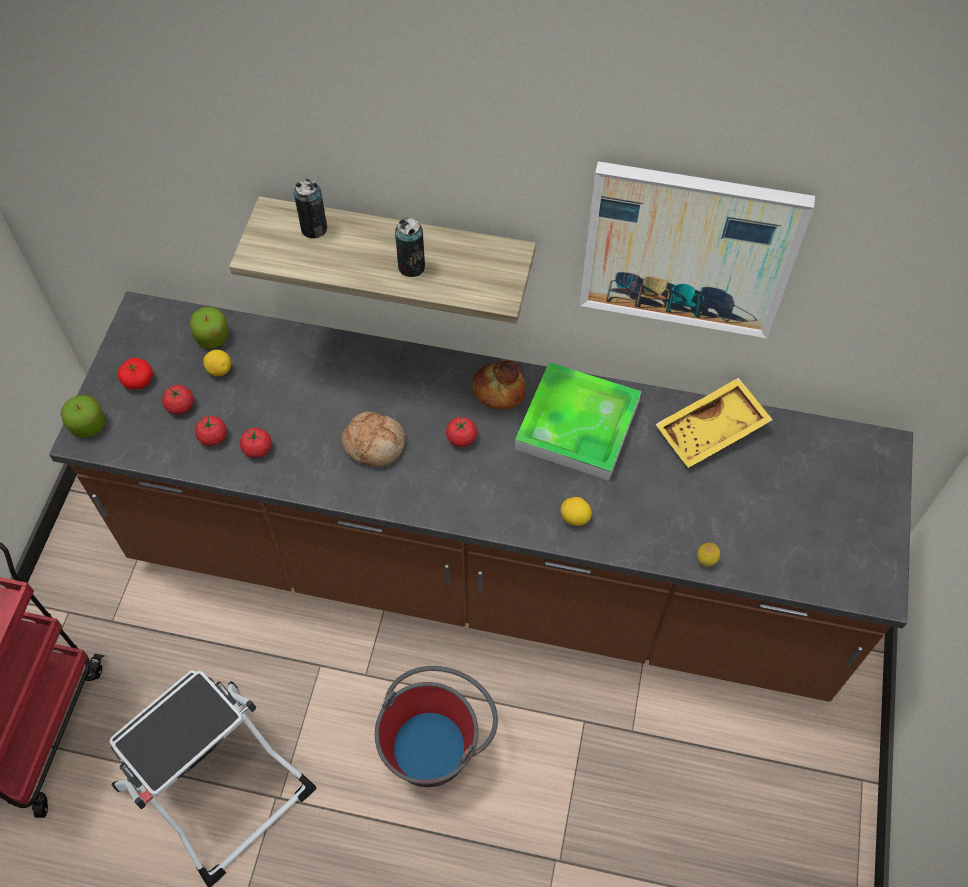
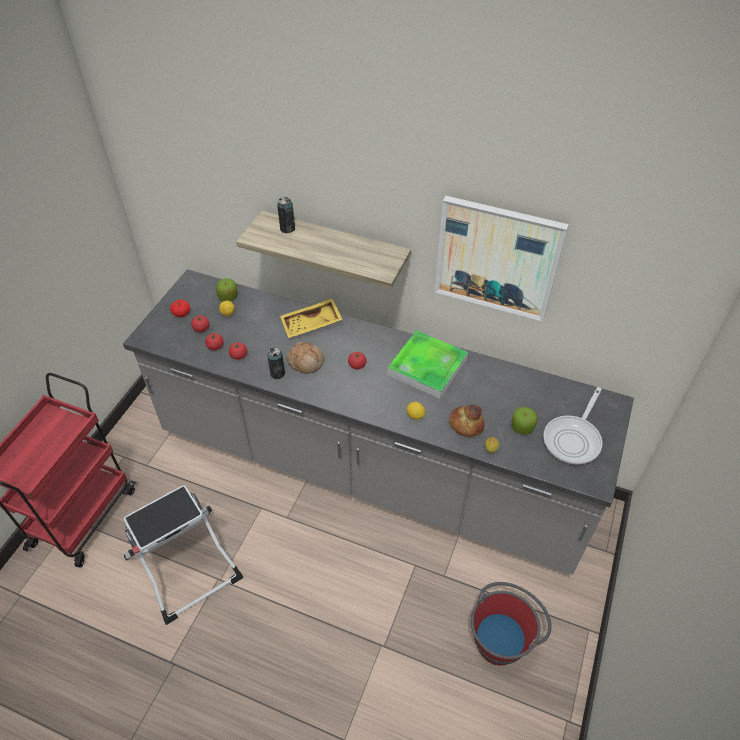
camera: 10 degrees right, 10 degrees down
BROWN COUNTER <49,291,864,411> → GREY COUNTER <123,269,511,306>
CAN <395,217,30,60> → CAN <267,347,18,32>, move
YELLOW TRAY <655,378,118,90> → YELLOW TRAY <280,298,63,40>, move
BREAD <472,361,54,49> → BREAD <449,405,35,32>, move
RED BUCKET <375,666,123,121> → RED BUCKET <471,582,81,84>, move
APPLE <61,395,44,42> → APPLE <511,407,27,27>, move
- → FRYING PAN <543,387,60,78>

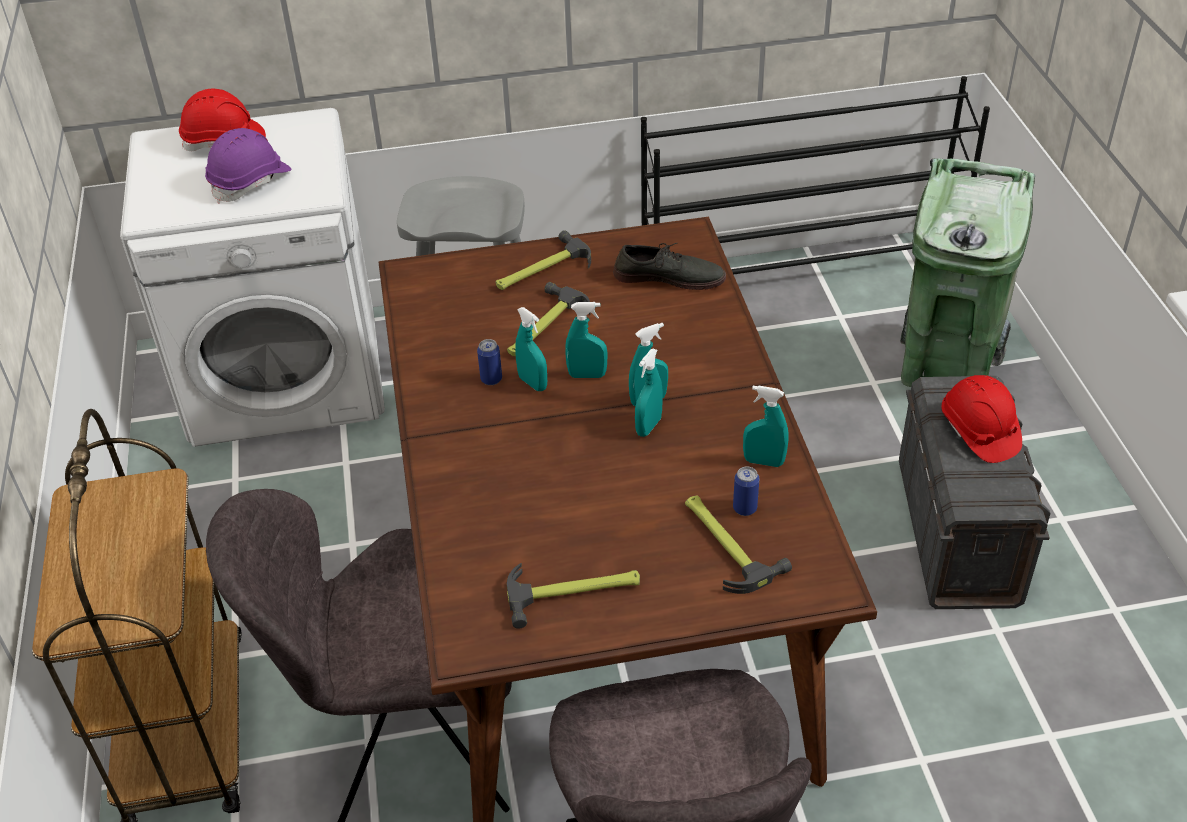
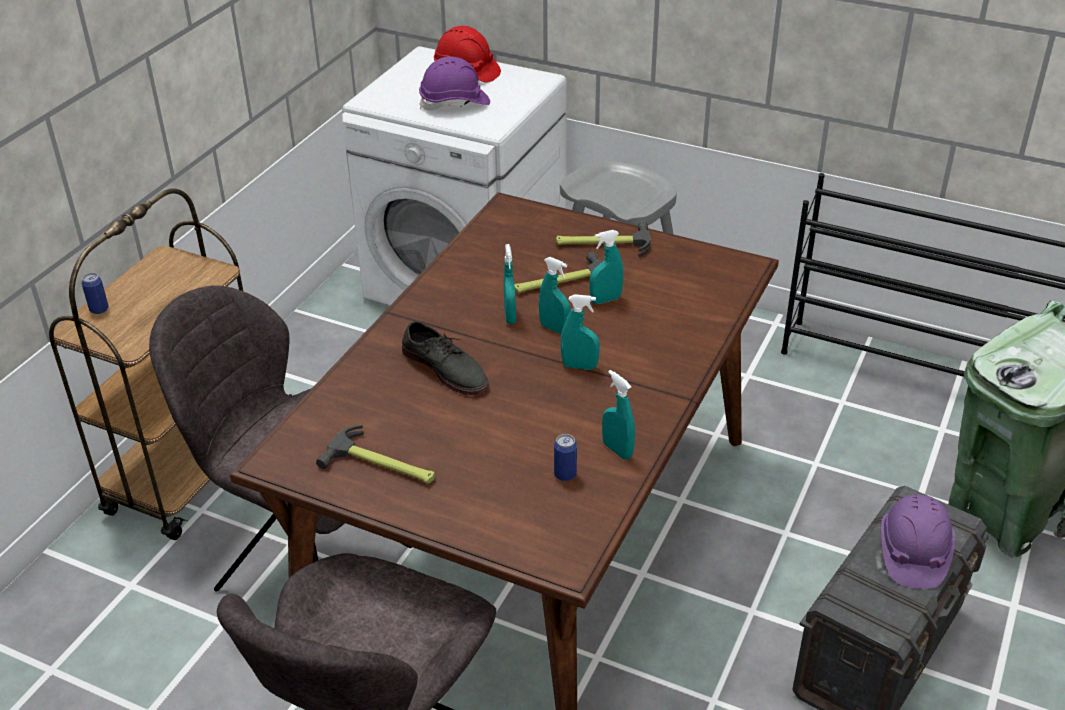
camera: 35 degrees right, 5 degrees down
CAN <477,339,25,46> → CAN <81,273,28,41>, move
GREY SHOE <613,243,113,47> → GREY SHOE <402,321,87,74>, move
TURQUOISE SPRAY BOTTLE <635,349,28,88> → TURQUOISE SPRAY BOTTLE <589,230,34,74>, move
RED HARD HAT <941,375,81,88> → PURPLE HARD HAT <881,495,74,94>
HAMMER <685,495,107,99> → -

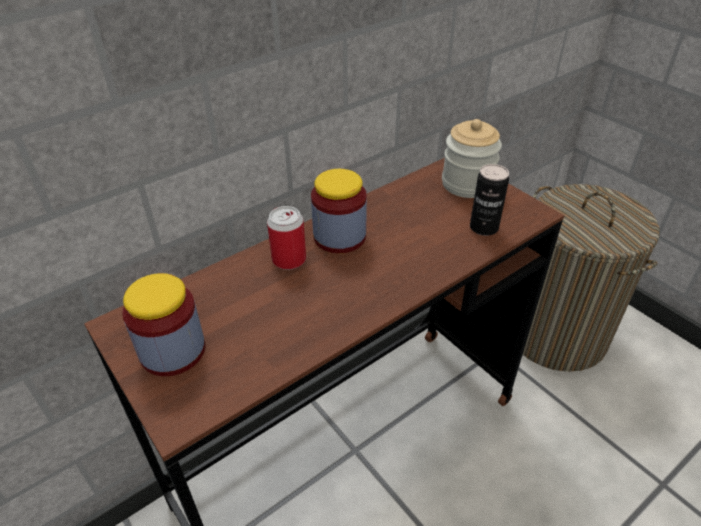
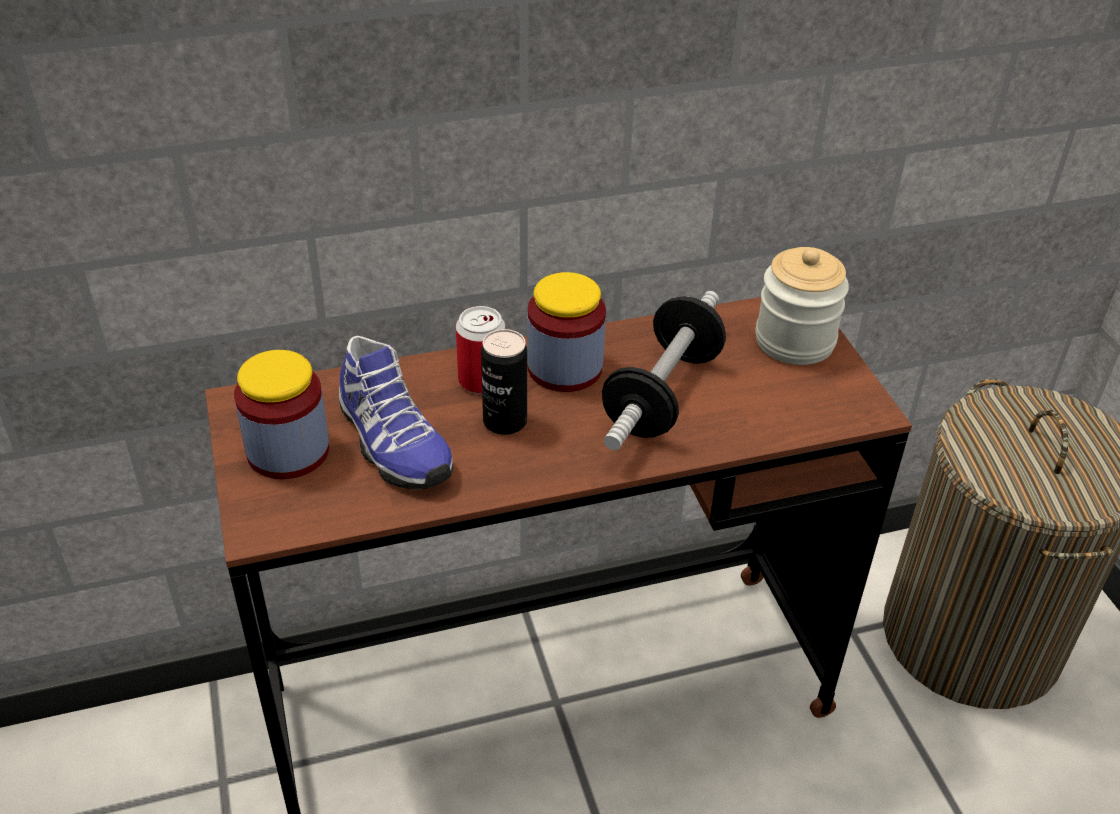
camera: 20 degrees right, 0 degrees up
- → SHOE <339,336,114,153>
CAN <470,164,39,72> → CAN <481,329,46,106>, move
- → DUMBBELL <602,291,124,159>

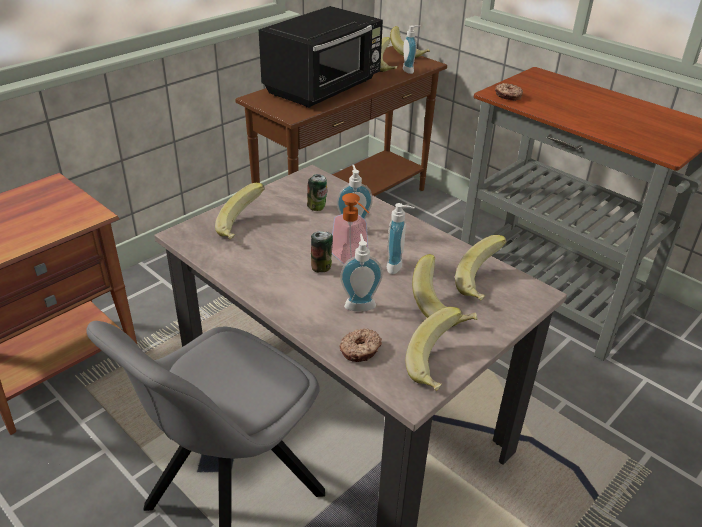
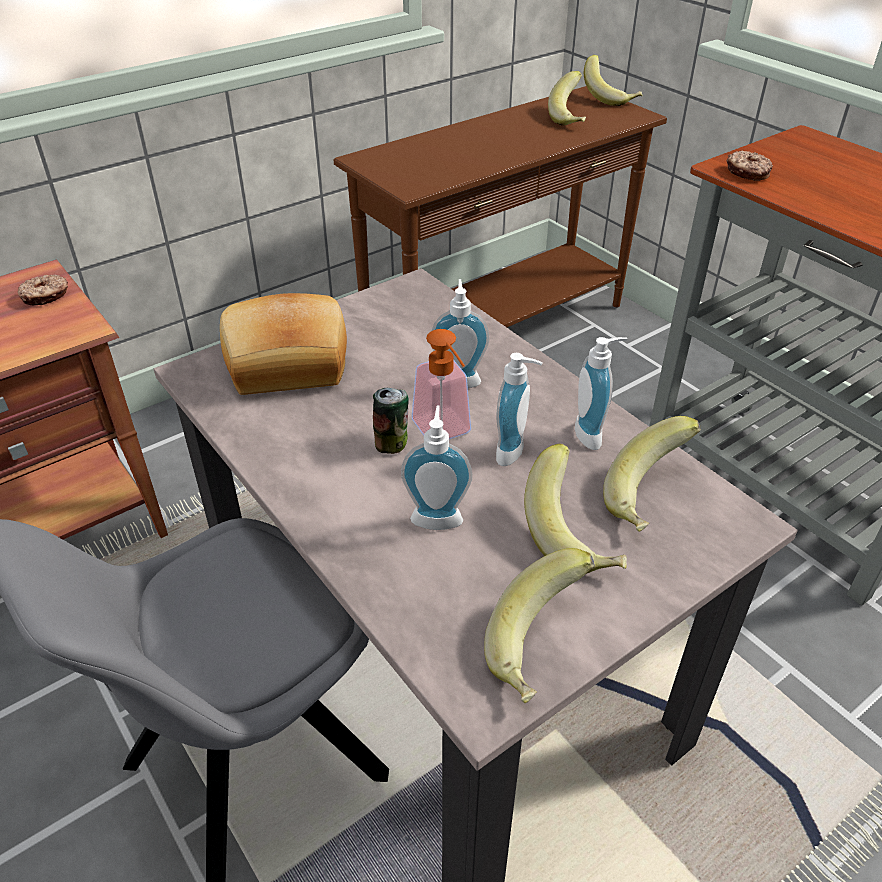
camera: 10 degrees right, 5 degrees up
DONUT <339,329,43,33> → DONUT <17,275,51,30>, move
BANANA <215,183,50,56> → BREAD <220,293,127,102>
SOAP DISPENSER <403,25,17,49> → SOAP DISPENSER <575,337,52,113>, move
BLACK MICROWAVE <259,6,124,102> → -
CAN <307,174,20,37> → -

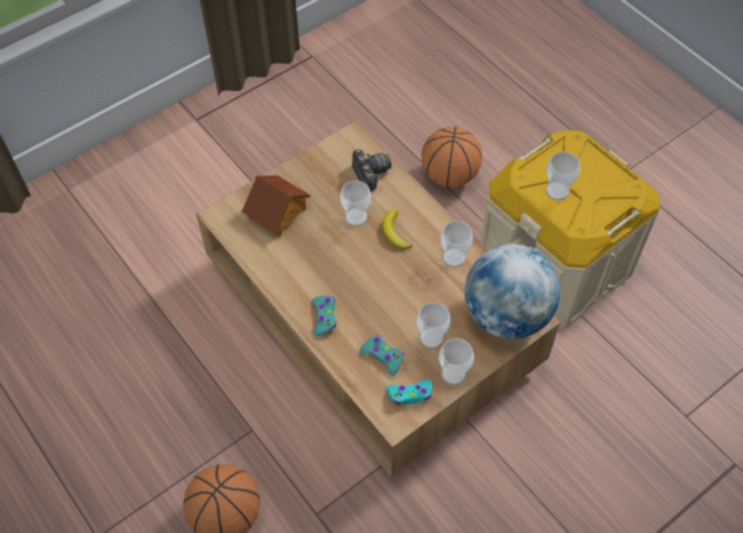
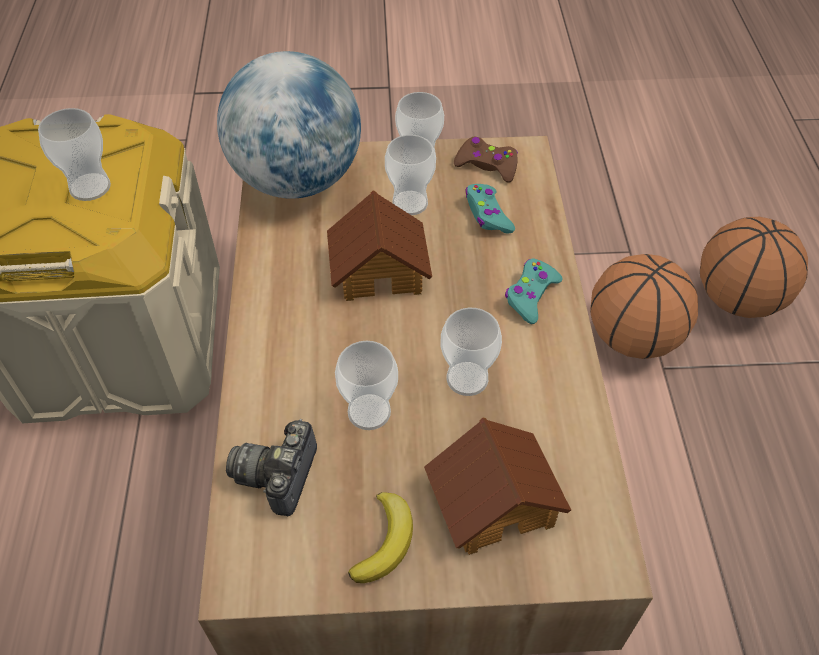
camera: 145 degrees left, 5 degrees down
- → TOY HOUSE <327,190,105,111>
BANANA <382,209,30,40> → BANANA <348,492,65,91>, move
CUP <440,221,33,46> → CUP <440,308,62,88>, move
TURQUOISE GAME CONTROLLER <386,379,46,26> → BROWN GAME CONTROLLER <454,137,64,46>
BASKETBALL <421,127,61,60> → BASKETBALL <590,254,108,105>, move

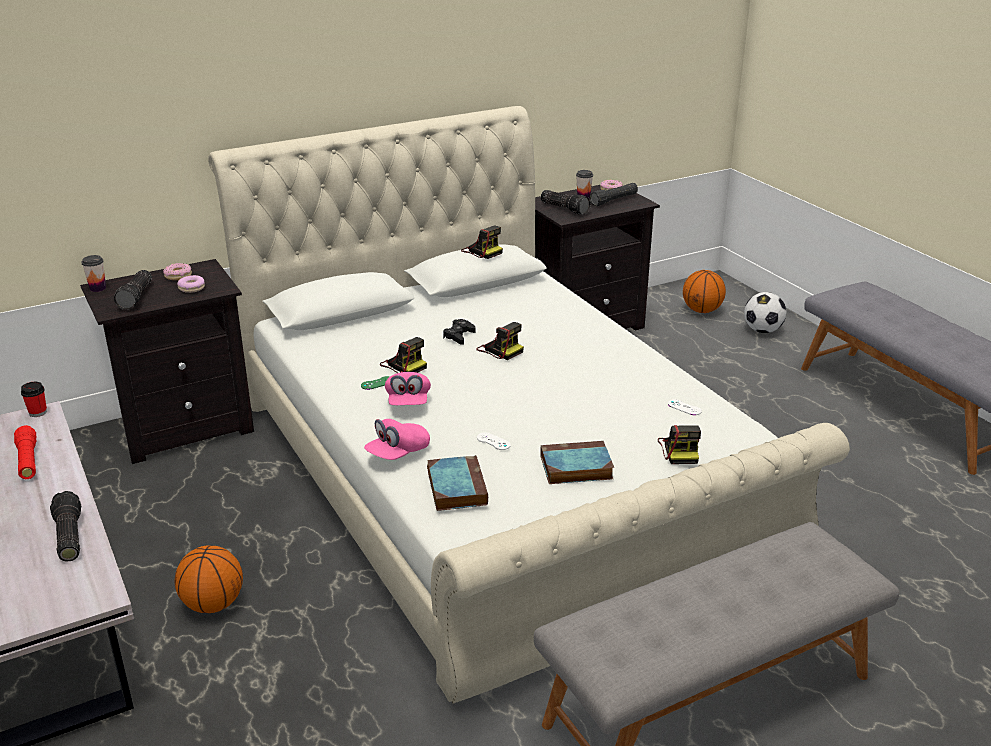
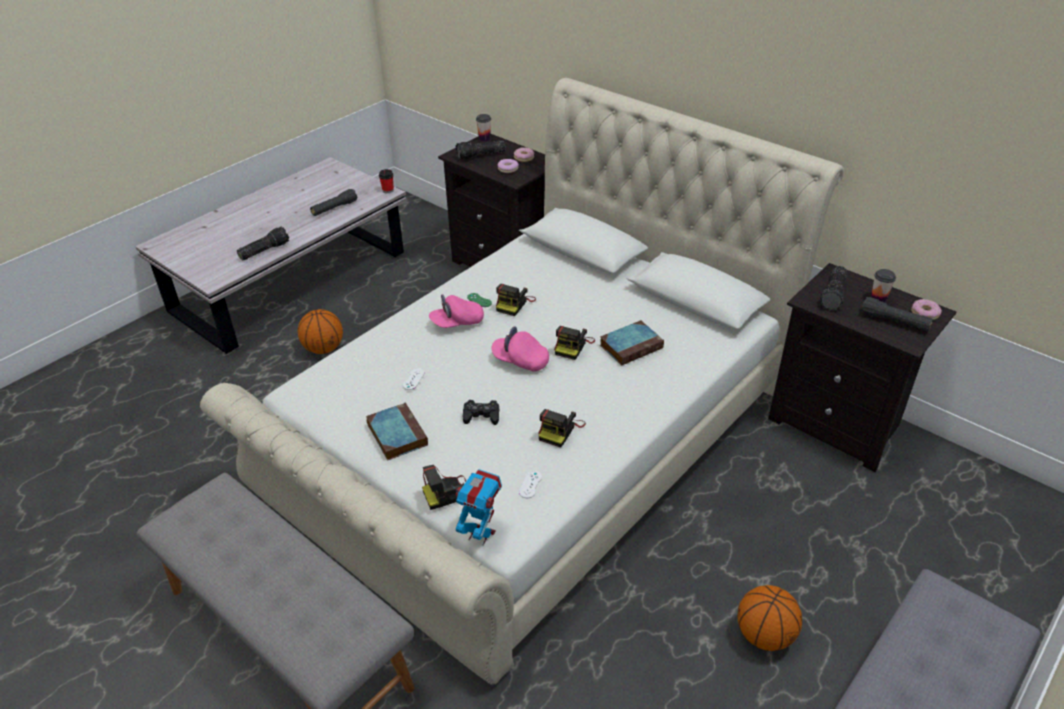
camera: 70 degrees right, 10 degrees up
RED FLASHLIGHT <14,425,22,54> → BLACK FLASHLIGHT <310,189,47,27>
- → TOY ROBOT <451,469,51,76>
BLACK GAME CONTROLLER <443,319,32,26> → BLACK GAME CONTROLLER <463,400,36,25>, move
PINK CAP <364,419,66,41> → PINK CAP <492,326,57,46>, move
PHOTO CAMERA <461,225,42,34> → PHOTO CAMERA <538,409,48,39>, move
BOOK <427,455,61,56> → BOOK <600,320,64,46>, move
BASKETBALL <683,270,43,43> → BASKETBALL <737,585,65,66>, move
FOOTBALL <744,292,42,41> → -

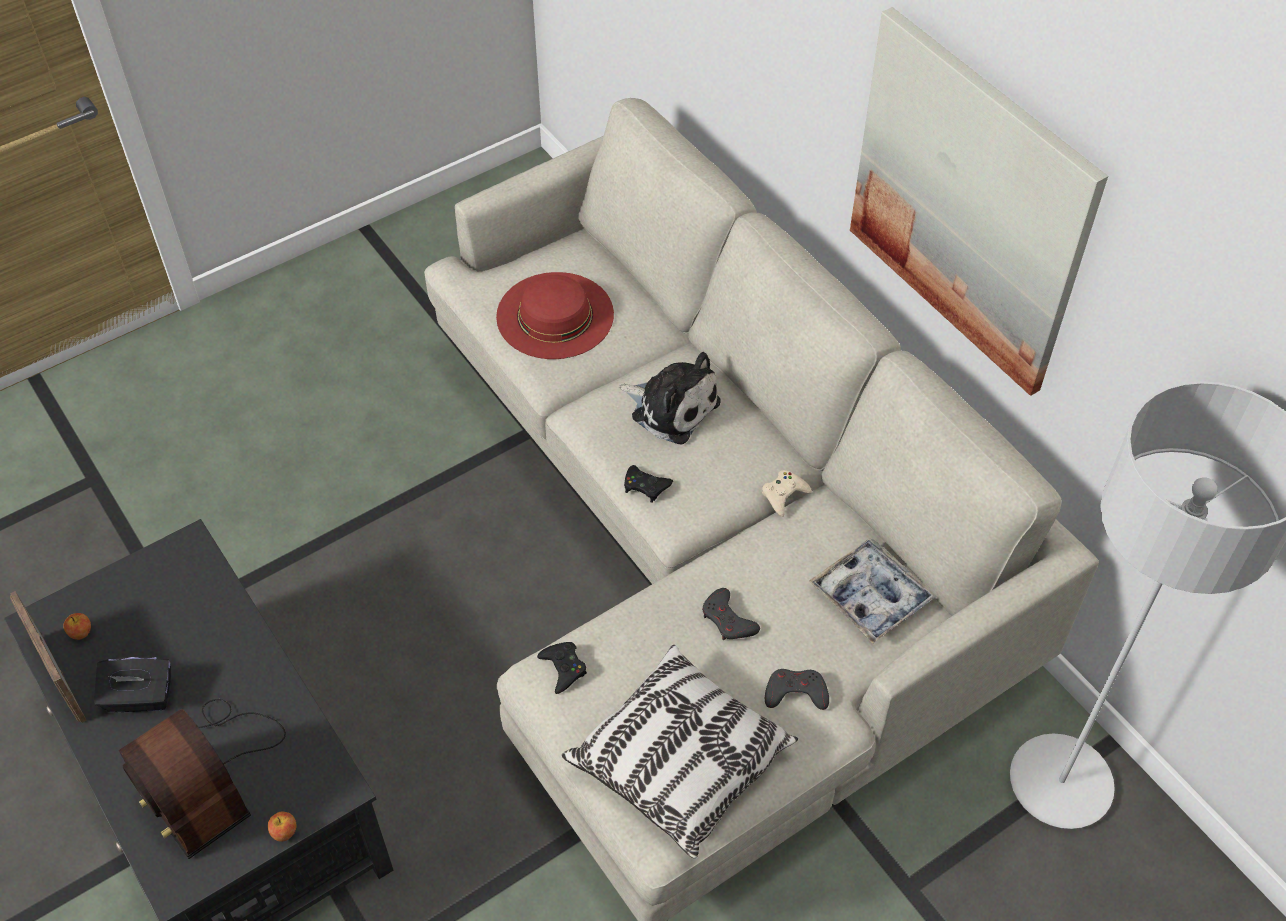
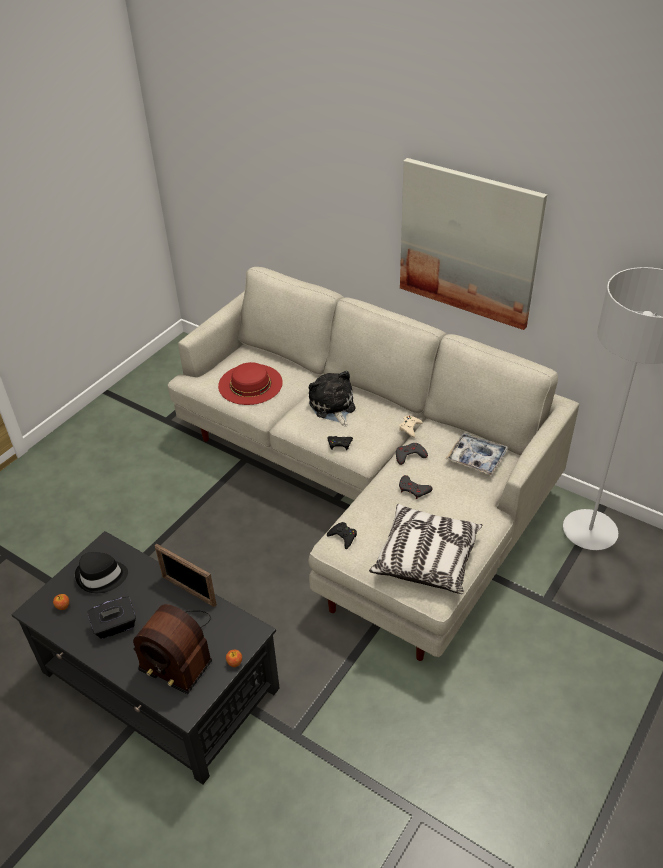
camera: 20 degrees left, 10 degrees down
- → BLACK HAT <75,552,53,41>
PICTURE FRAME <10,591,76,132> → PICTURE FRAME <155,544,62,63>, move
PLUSH TOY <618,352,103,92> → PLUSH TOY <309,371,46,55>, 120 degrees counterclockwise
GREY GAME CONTROLLER <765,669,64,41> → GREY GAME CONTROLLER <396,443,32,22>, move

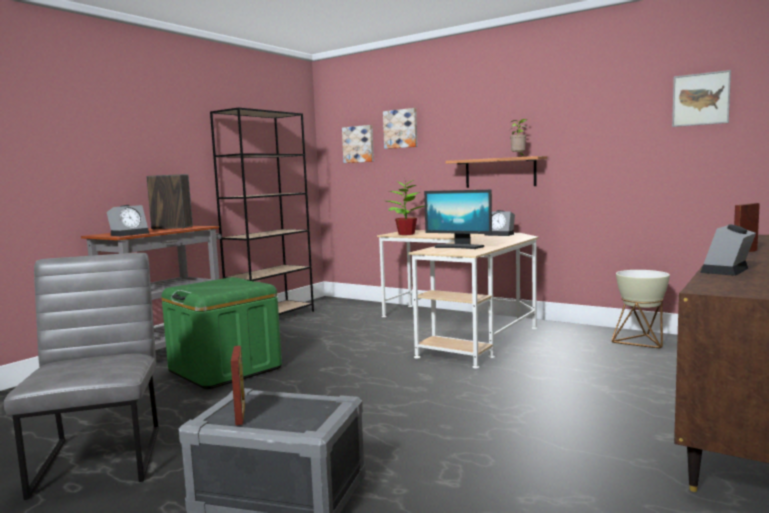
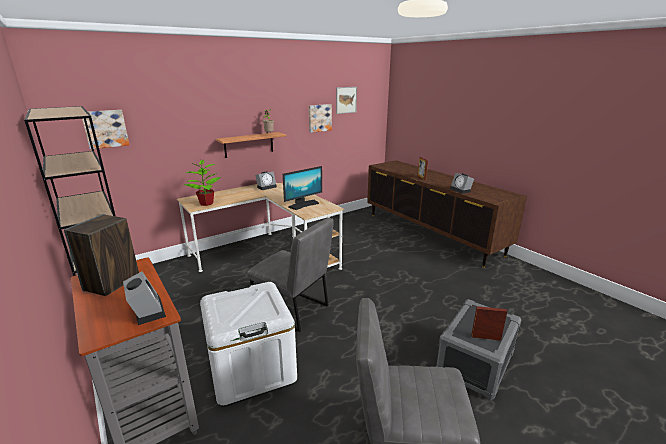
camera: 70 degrees left, 15 degrees up
GREEN STORAGE BOX <161,277,121,112> → WHITE STORAGE BOX <200,282,97,125>
- → GREY CHAIR <247,218,87,114>
PICTURE <383,108,35,41> → PICTURE <309,104,23,29>, move
PLANTER <612,270,58,78> → -

